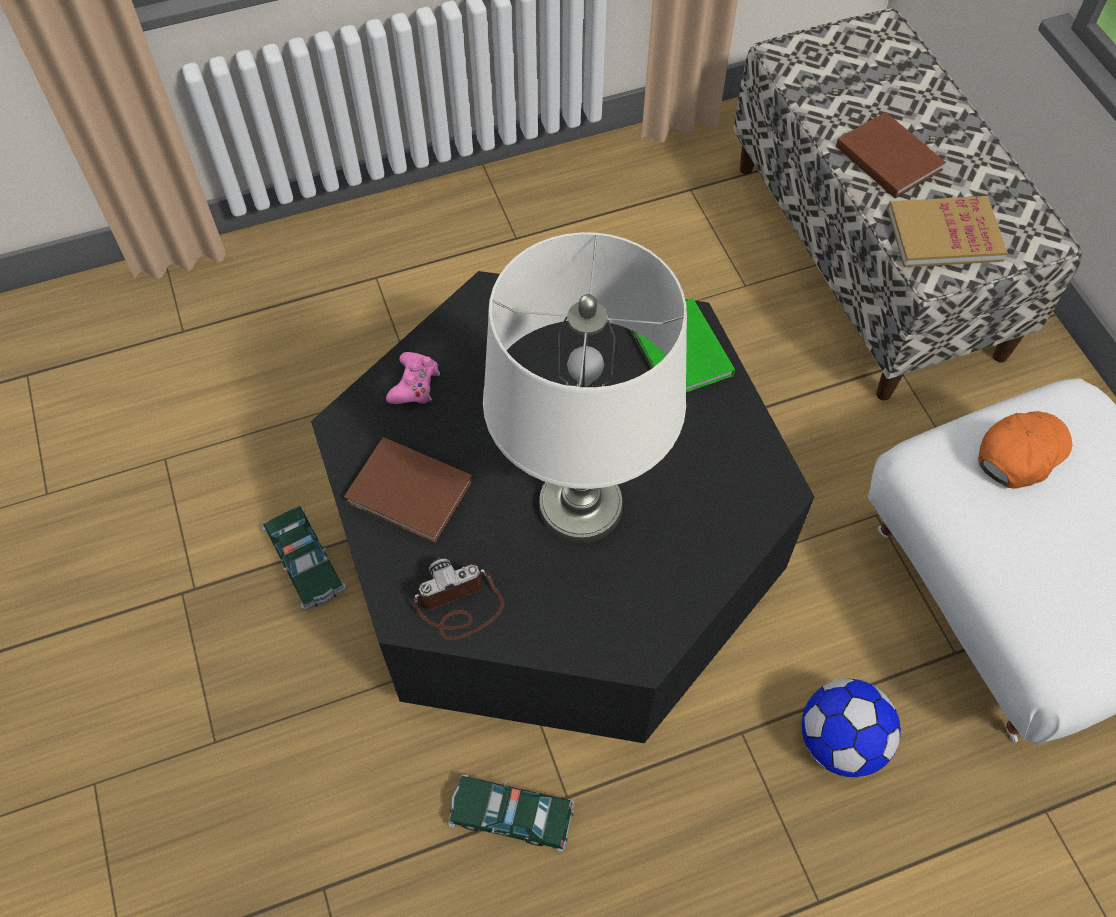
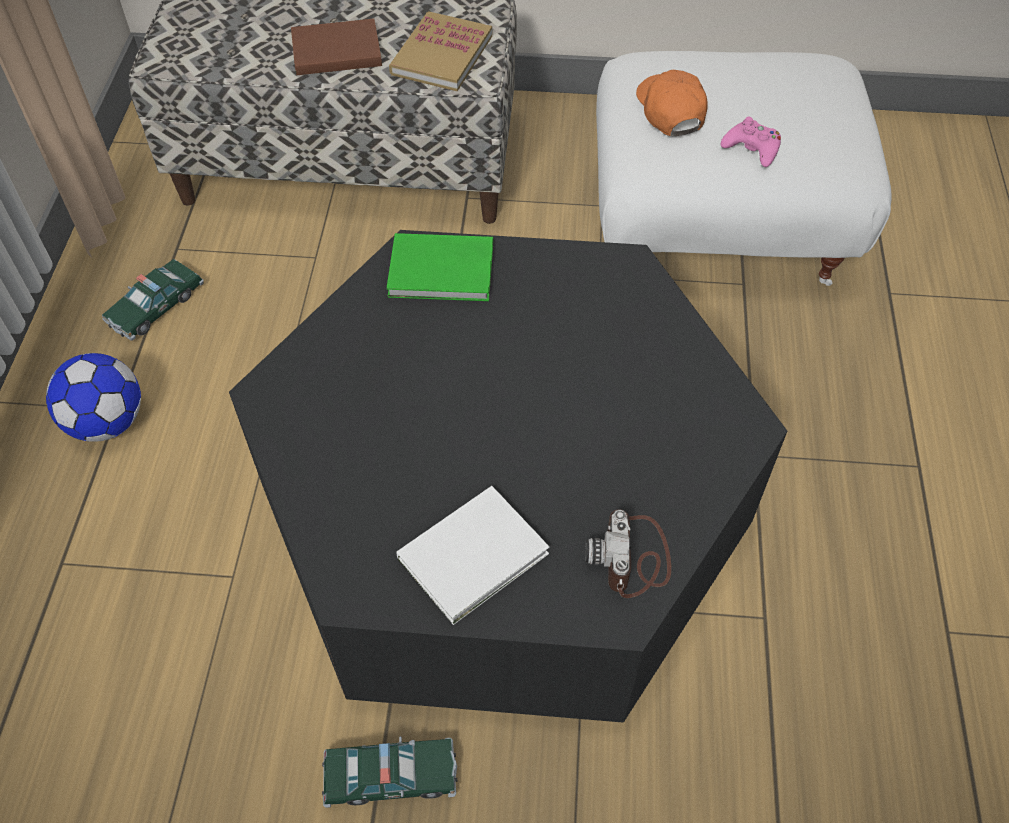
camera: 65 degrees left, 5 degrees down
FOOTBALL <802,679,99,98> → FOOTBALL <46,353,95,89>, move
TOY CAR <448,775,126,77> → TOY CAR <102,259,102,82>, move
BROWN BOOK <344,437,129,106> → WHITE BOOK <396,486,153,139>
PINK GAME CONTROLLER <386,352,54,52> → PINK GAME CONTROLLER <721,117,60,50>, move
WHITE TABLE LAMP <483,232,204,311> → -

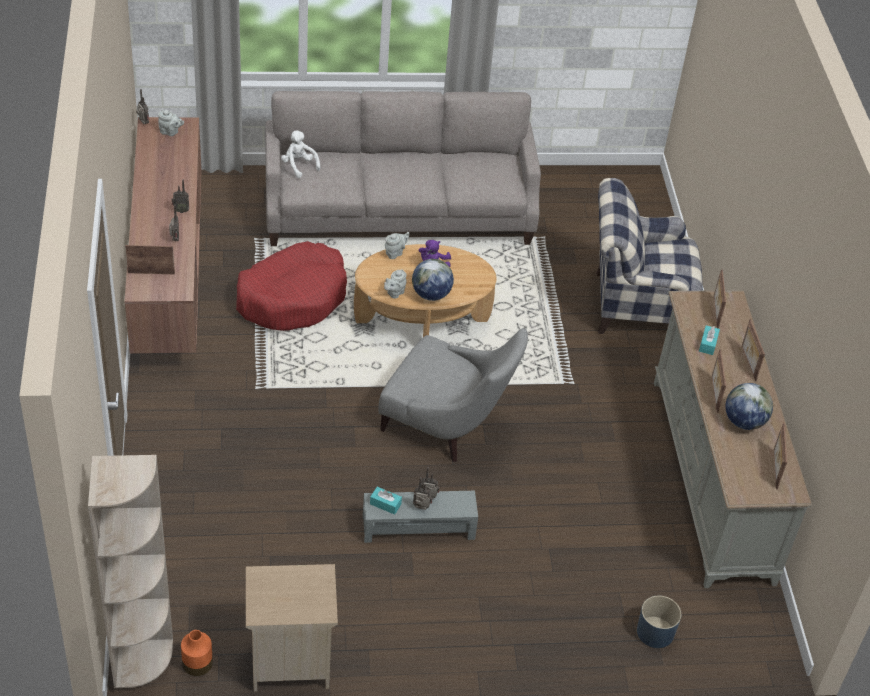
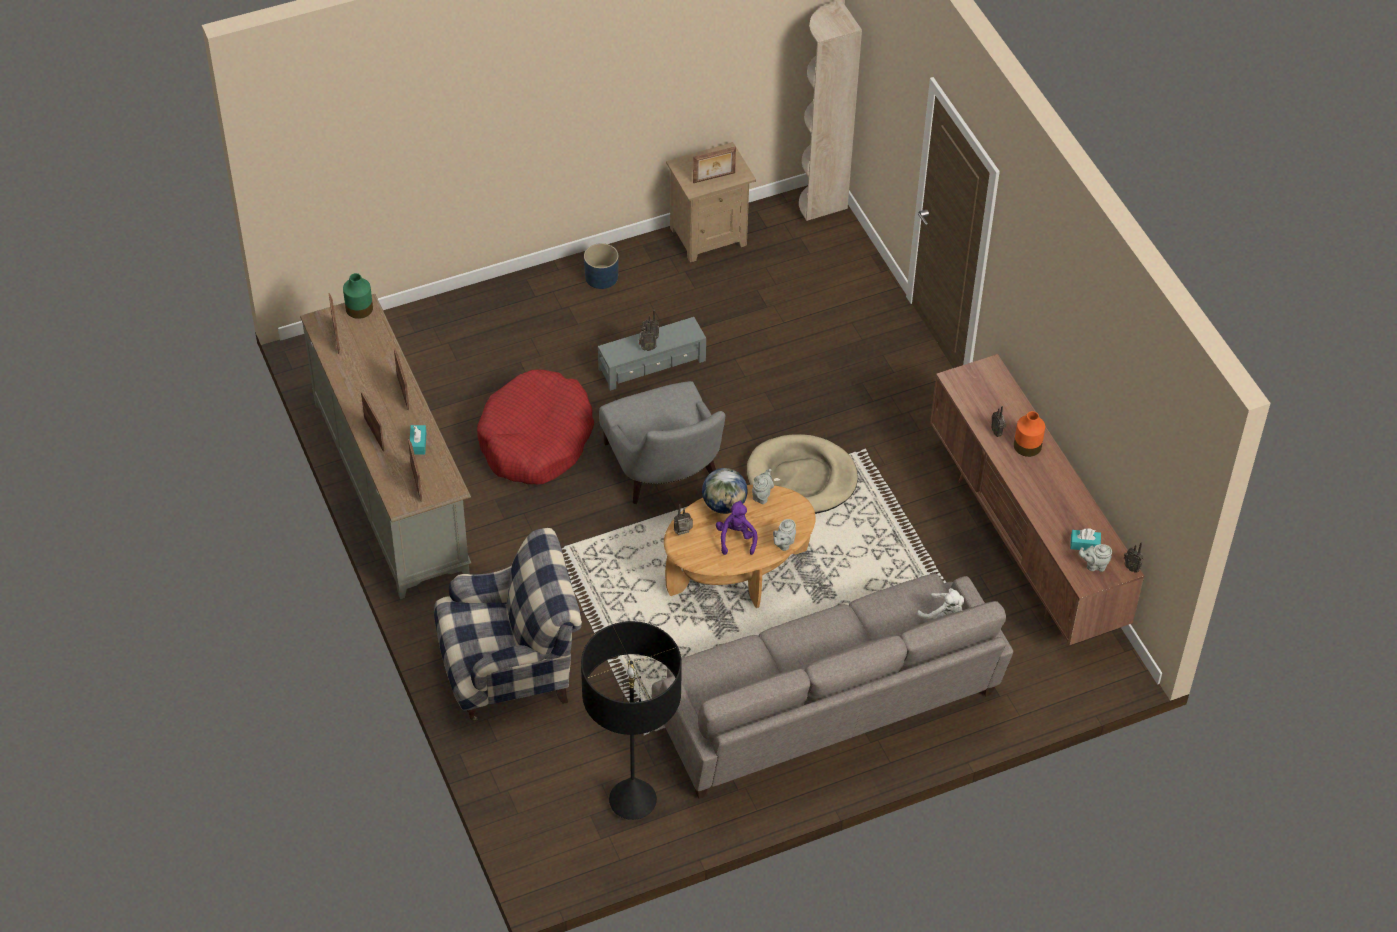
camera: 165 degrees right, 5 degrees up
- → GREEN VASE <343,273,30,46>
RED DOG BED <236,241,111,90> → RED DOG BED <477,370,117,114>, move
- → BLACK FLOOR LAMP <581,621,101,199>
BLUE PLANTER <637,595,44,53> → BLUE PLANTER <584,243,34,46>, move
GREY ARMCHAIR <378,328,150,134> → GREY ARMCHAIR <599,381,126,123>, 120 degrees counterclockwise
RADIO <171,180,18,33> → RADIO <674,504,19,31>, move
PICTURE FRAME <125,245,50,30> → PICTURE FRAME <693,146,43,37>, move
- → BEIGE DOG BED <747,434,111,80>
ORANGE VASE <181,630,32,46> → ORANGE VASE <1014,411,31,46>, move
TURQUOISE TISSUE BOX <370,487,32,28> → TURQUOISE TISSUE BOX <1070,528,31,22>, move
GLOBE <725,383,48,47> → -

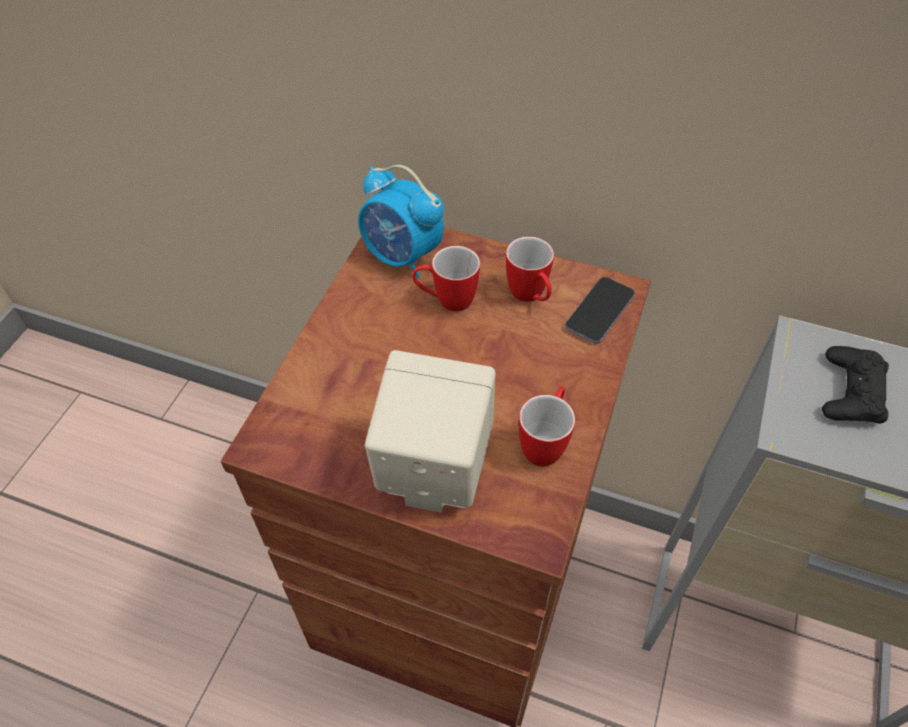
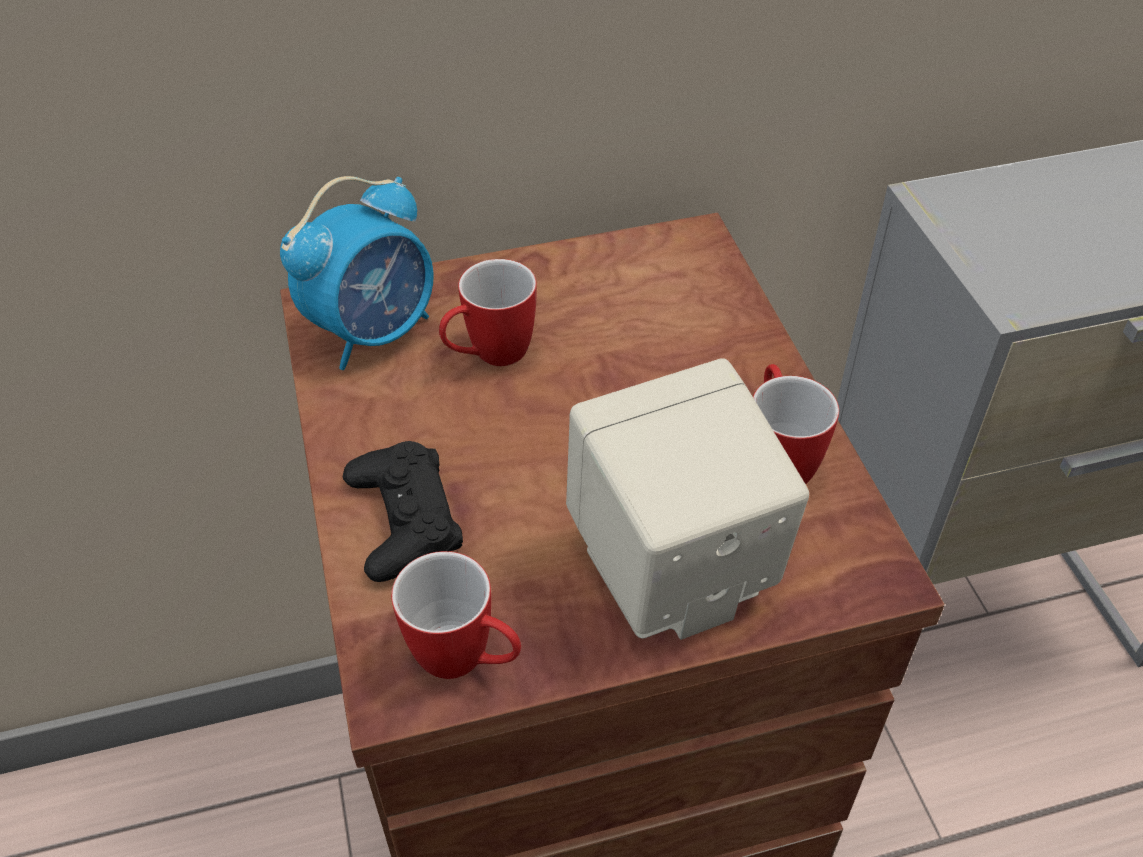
camera: 35 degrees left, 5 degrees down
ALARM CLOCK <358,165,86,113> → ALARM CLOCK <280,176,154,194>, 45 degrees counterclockwise
BLACK GAME CONTROLLER <822,346,67,78> → BLACK GAME CONTROLLER <343,441,120,141>, move
MUG <506,236,48,66> → MUG <391,551,130,128>, move
PHONE <565,277,70,67> → -

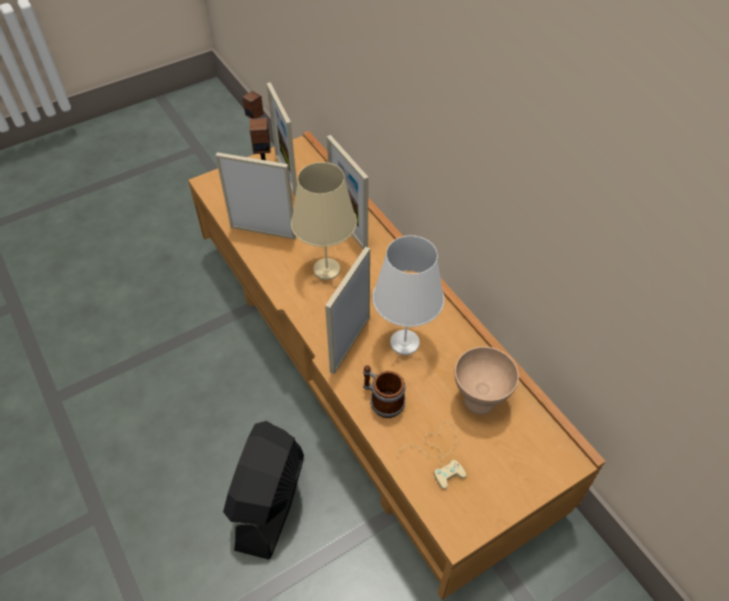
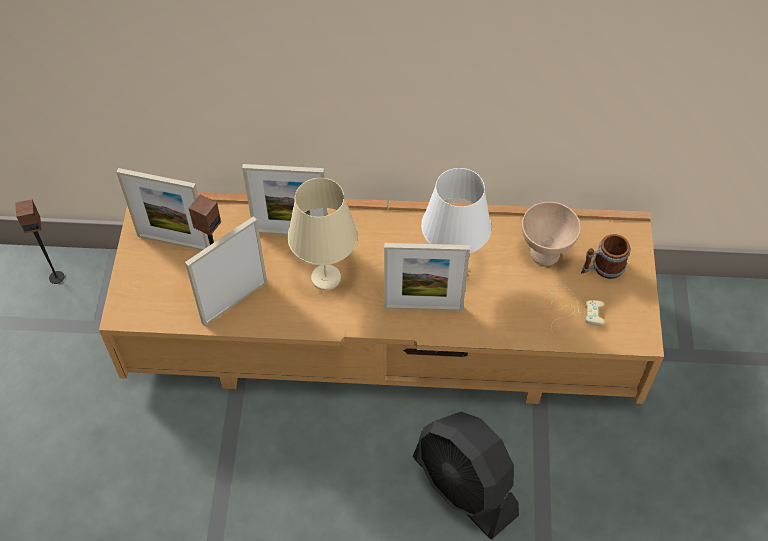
camera: 55 degrees left, 5 degrees up
PICTURE FRAME <325,247,45,127> → PICTURE FRAME <384,243,86,68>, 60 degrees counterclockwise
MUG <363,365,43,53> → MUG <581,234,50,45>, move

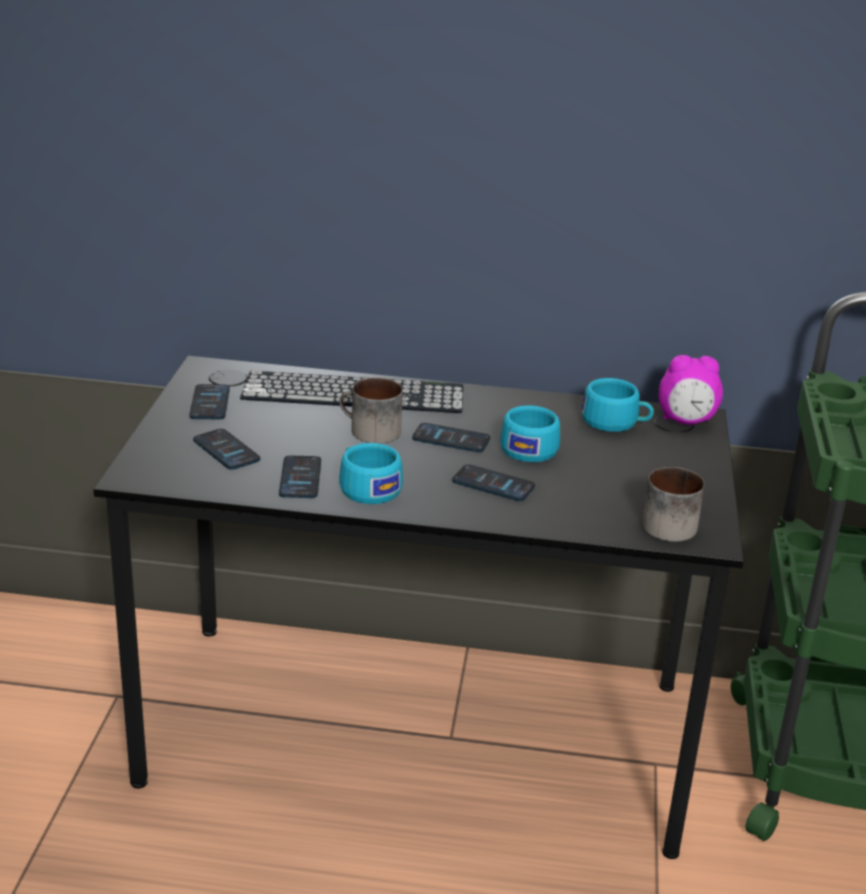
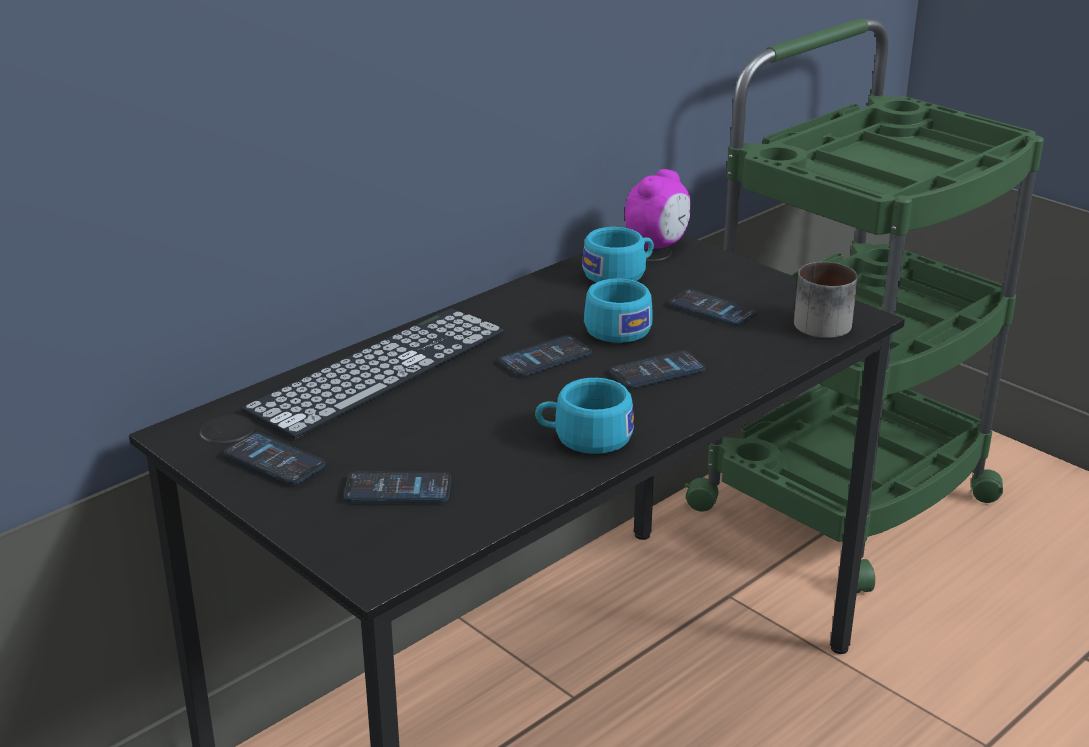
camera: 50 degrees left, 0 degrees up
PHONE <279,455,42,43> → PHONE <669,289,88,37>, move
MUG <339,378,64,66> → -

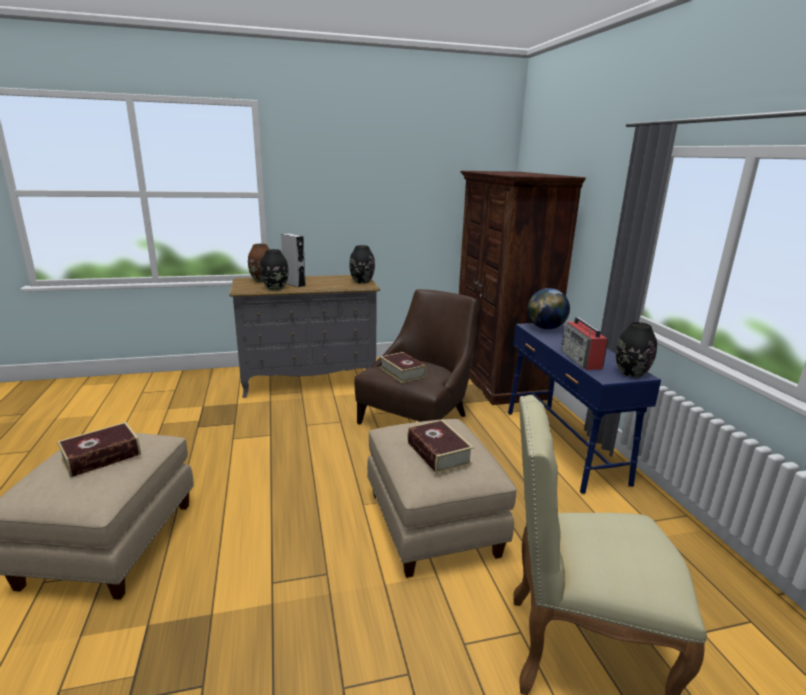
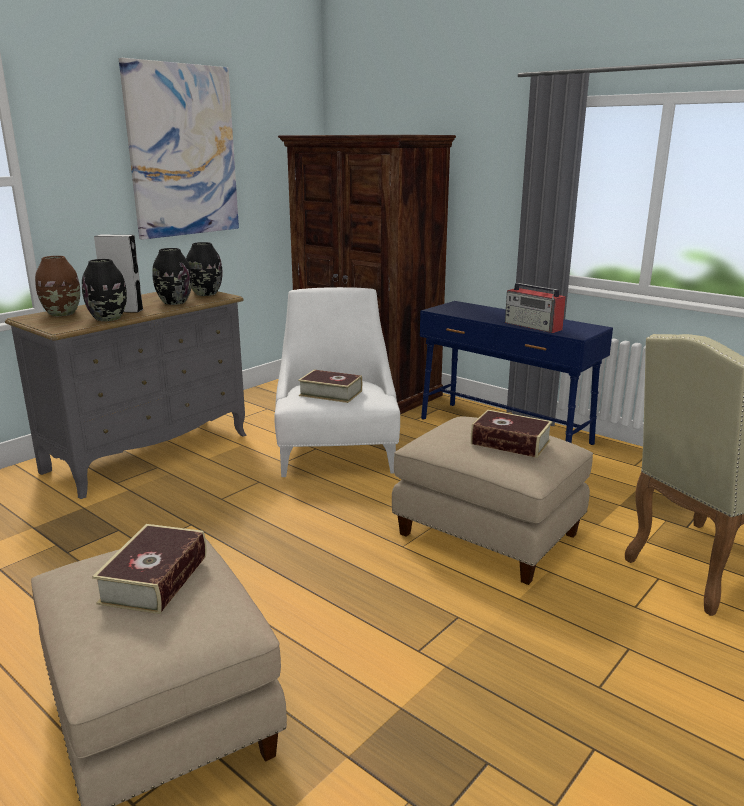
camera: 35 degrees left, 0 degrees up
- → PICTURE <119,58,120,182>
BLACK VASE <616,322,41,55> → BLACK VASE <153,248,39,57>, move
BROWN ARMCHAIR <354,289,124,135> → WHITE ARMCHAIR <274,287,126,190>
GLOBE <527,288,43,41> → -

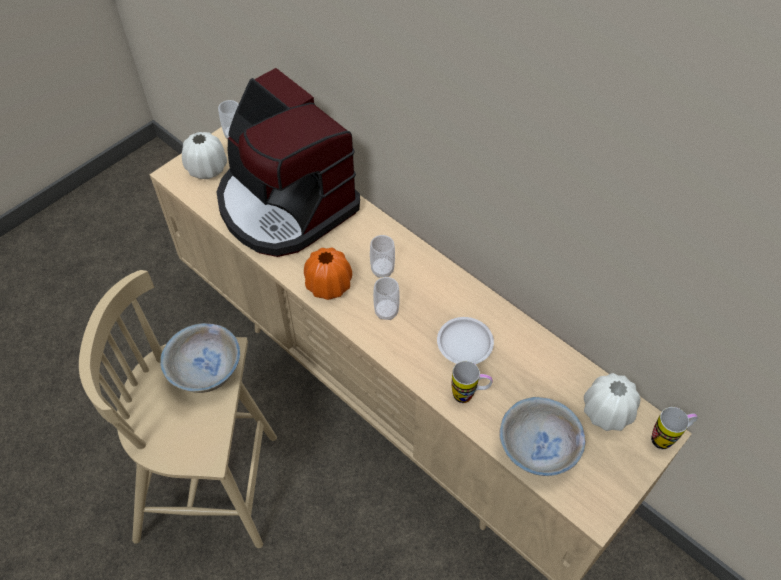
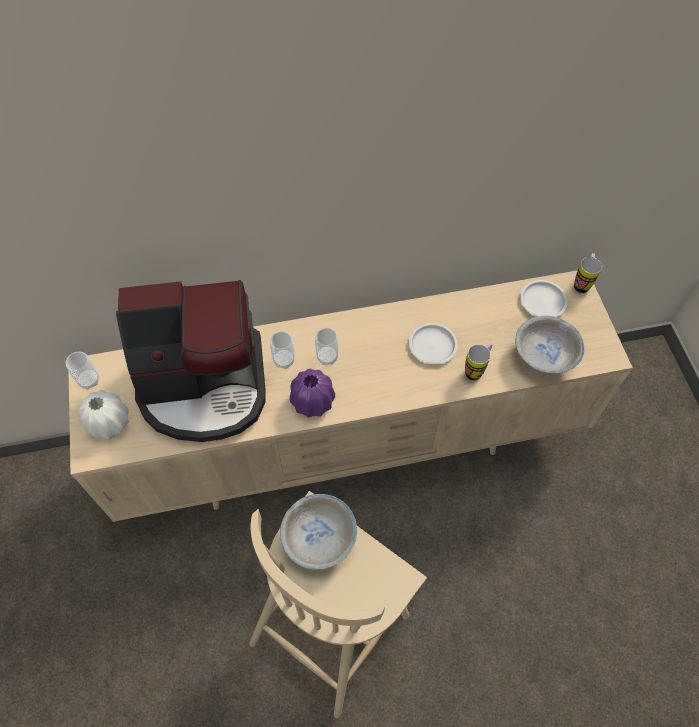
camera: 55 degrees left, 5 degrees up
CUP <373,277,27,43> → CUP <270,331,25,38>, move
ORANGE VASE <304,248,48,52> → PURPLE VASE <290,369,45,49>
WHITE VASE <584,373,56,58> → WHITE PLATE <520,280,48,37>

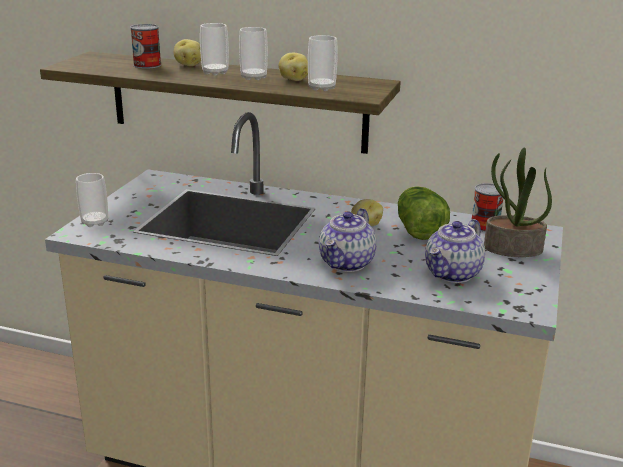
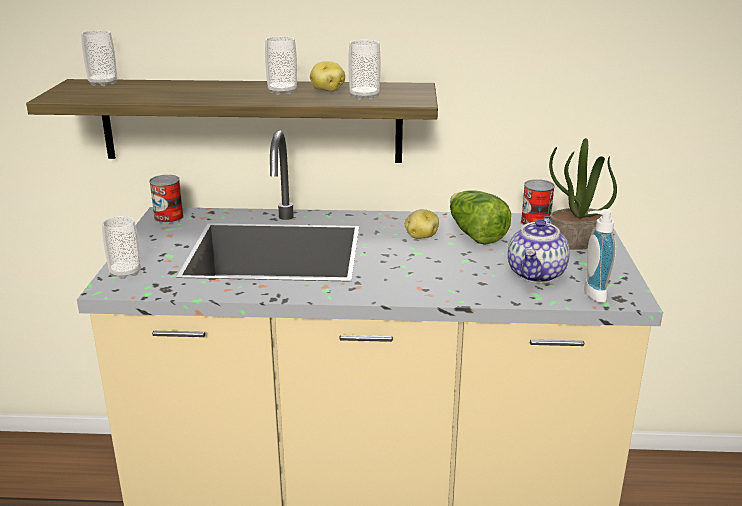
camera: 15 degrees left, 0 degrees up
CUP <200,23,29,53> → CUP <81,30,36,56>, move
CAN <130,24,31,45> → CAN <149,175,35,48>, move
- → SOAP DISPENSER <584,209,32,94>
POTATO <174,39,27,27> → -
TEAPOT <319,208,58,64> → -

